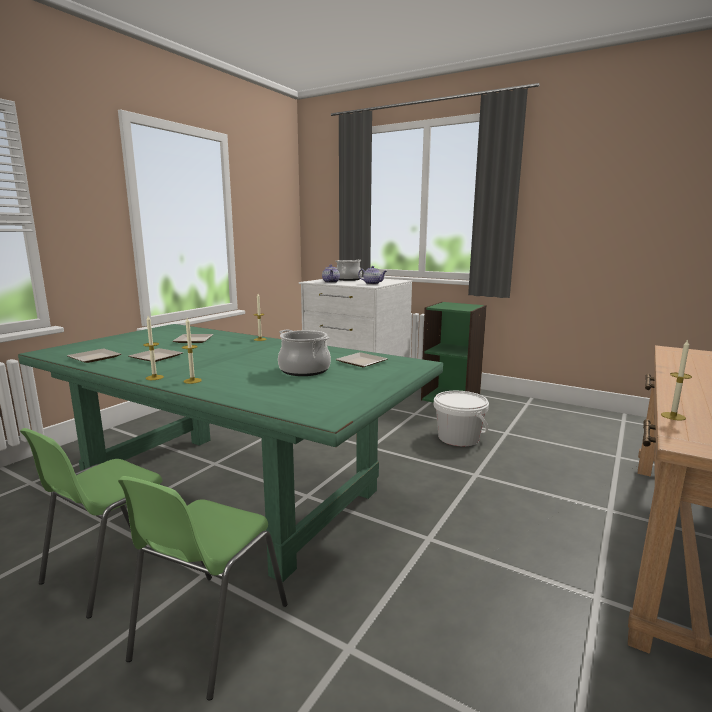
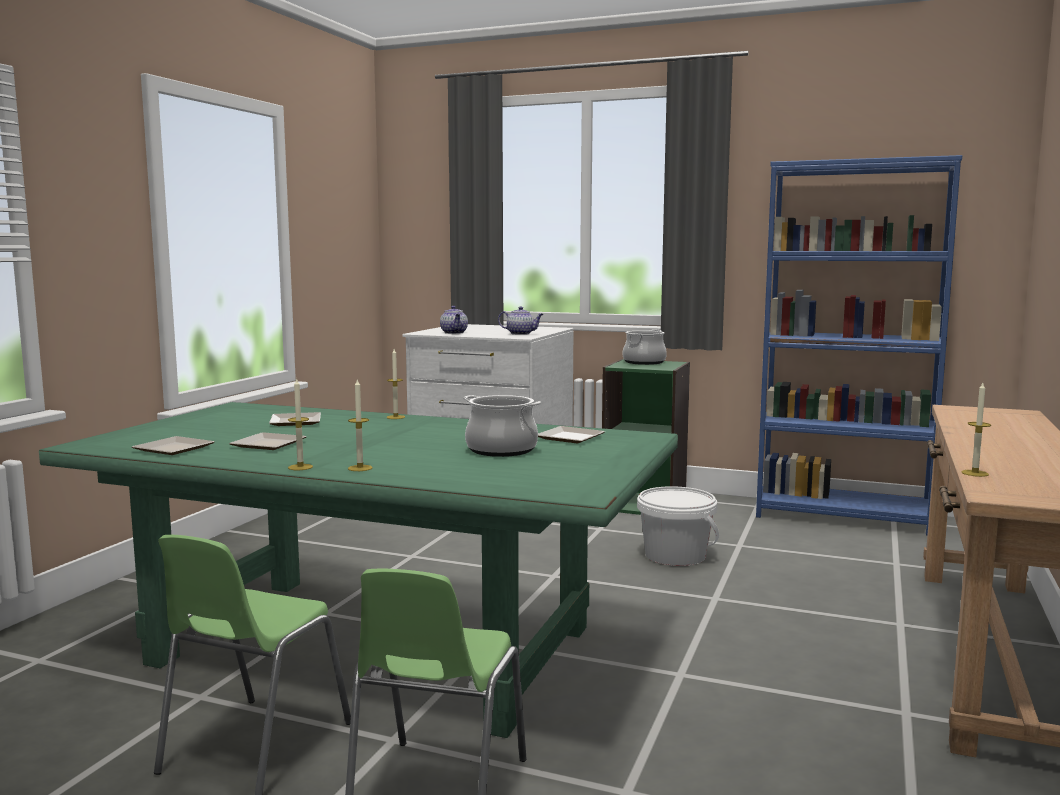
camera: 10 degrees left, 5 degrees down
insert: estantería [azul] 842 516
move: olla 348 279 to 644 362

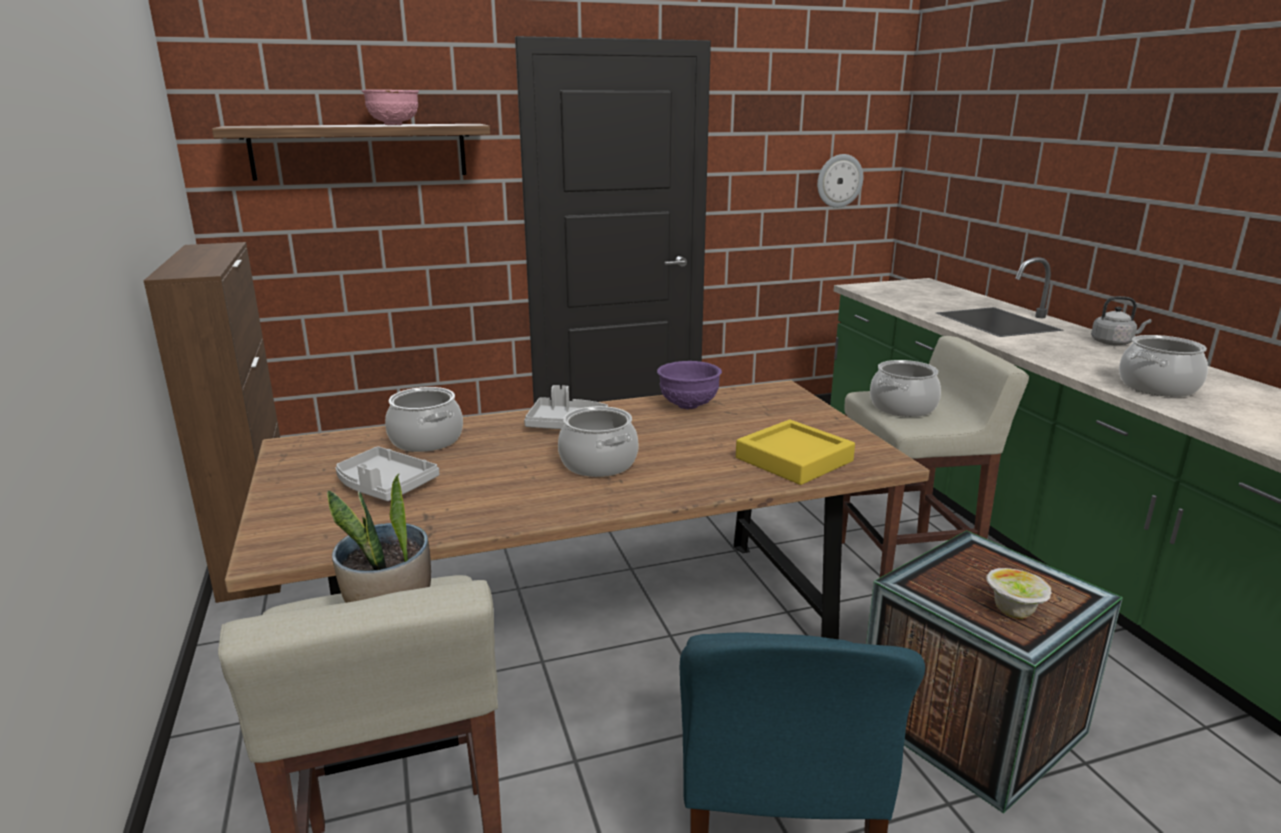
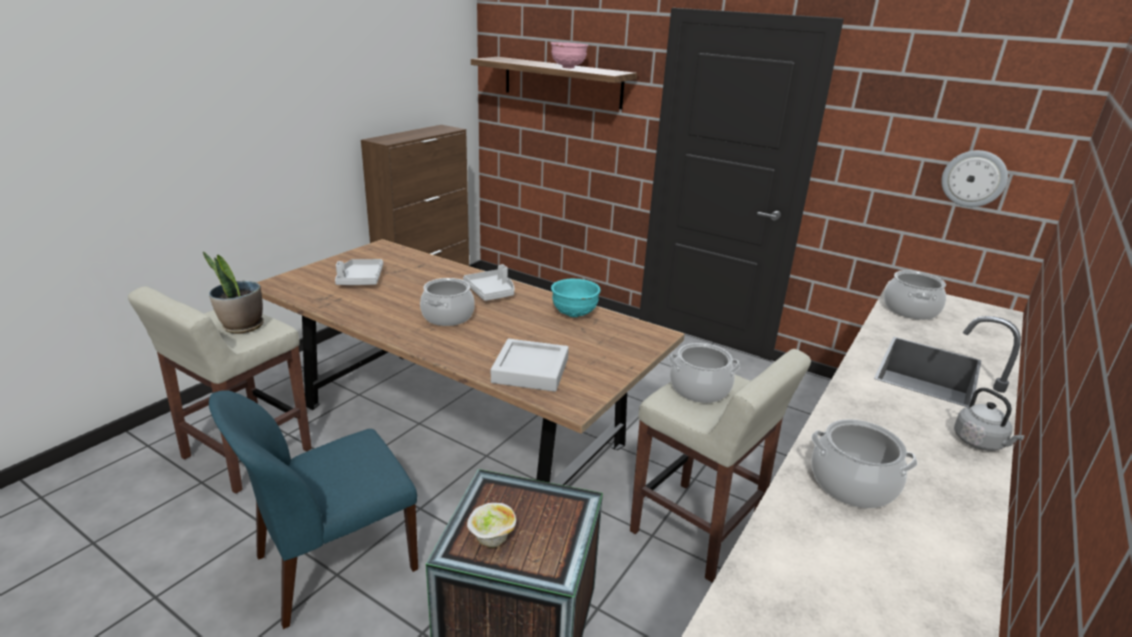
camera: 50 degrees right, 5 degrees up
move: olla 427 440 to 910 310
recolor: bandeja [amarillo] 794 459 to bandeja [gris] 530 371; cuenco [morado] 688 405 to cuenco [turquesa] 574 314

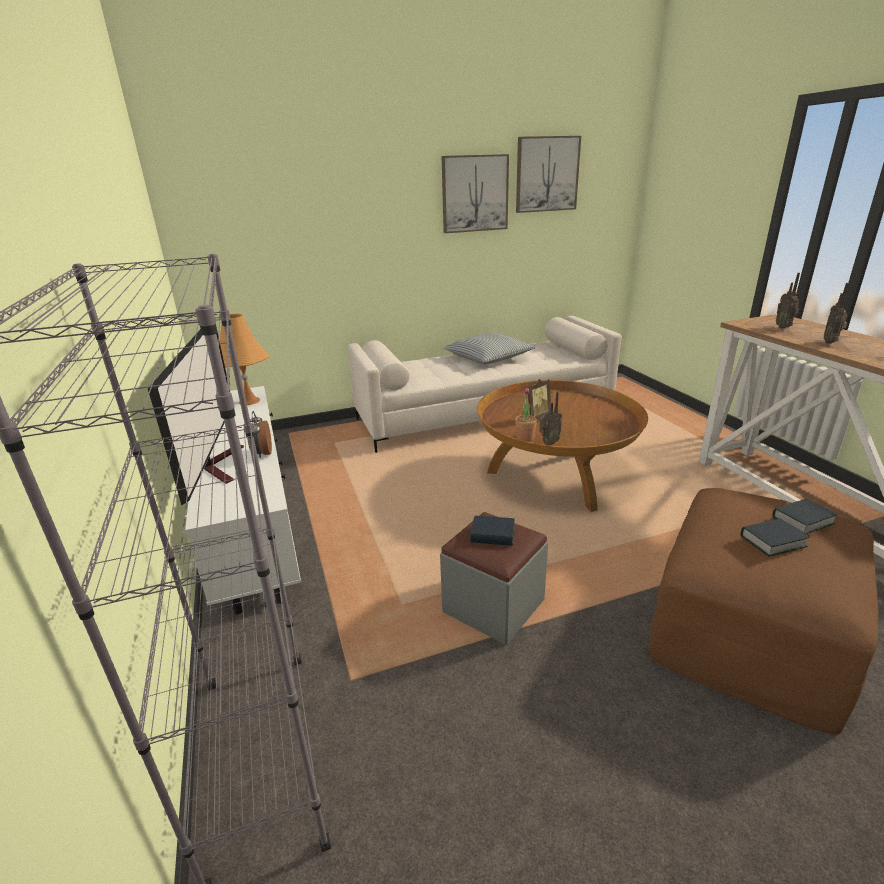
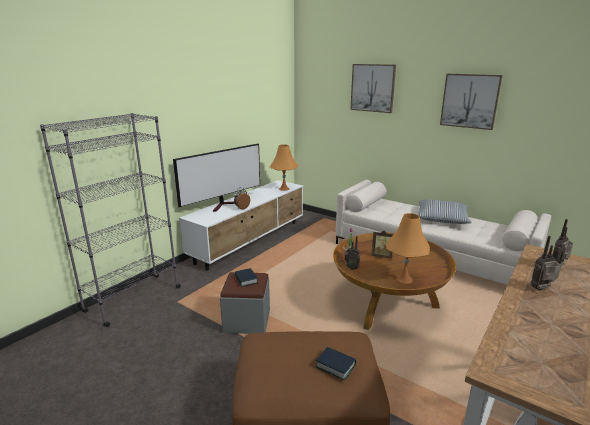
camera: 55 degrees right, 5 degrees down
delete: libro 772 541
insert: lámpara de mesa [naranja] 404 279
move: cuadro 546 174 to 373 88

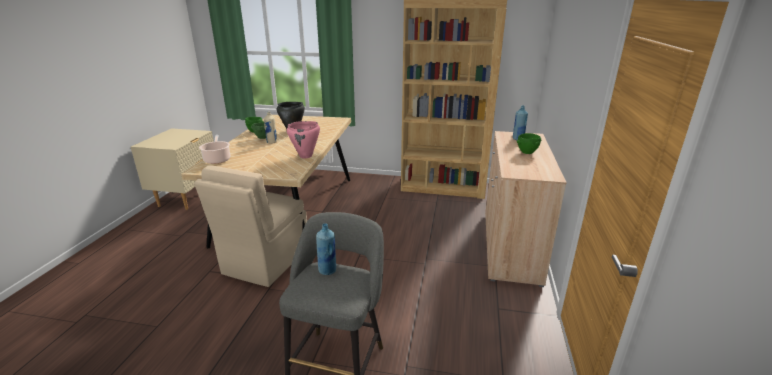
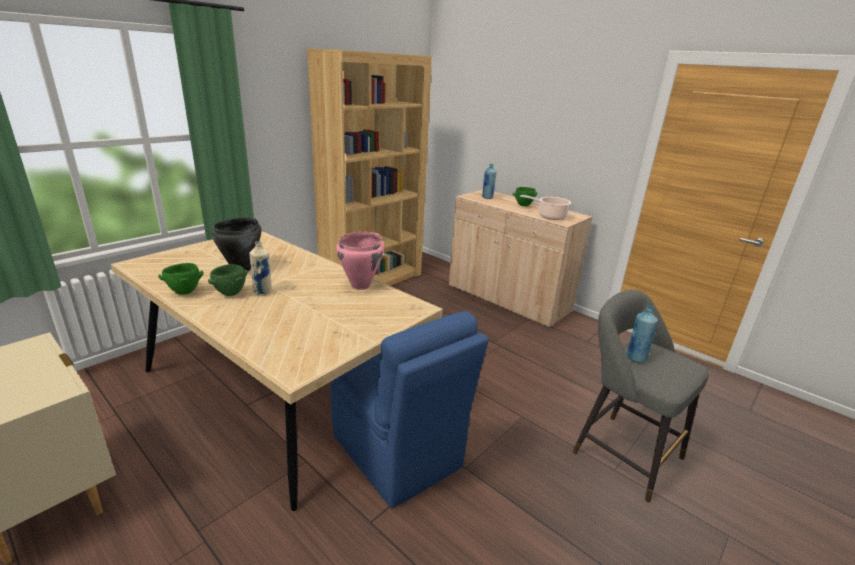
camera: 60 degrees left, 0 degrees up
move: olla 217 159 to 550 216
recolor: silla [beis] 265 261 to silla [azul] 398 454

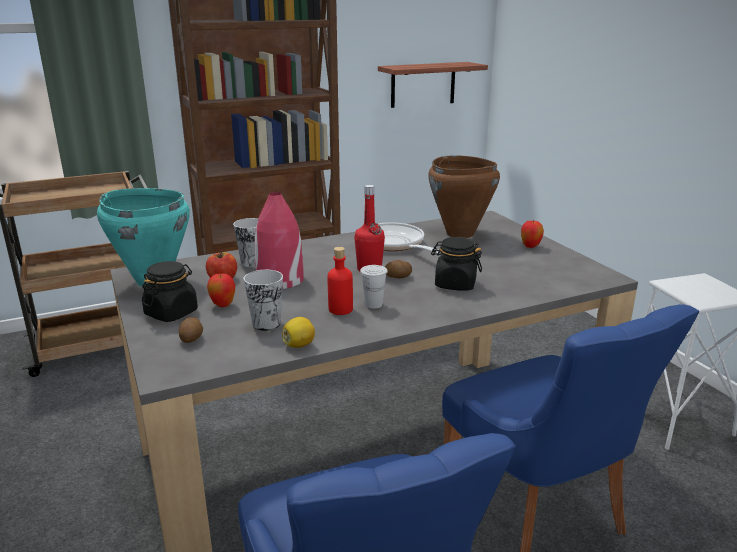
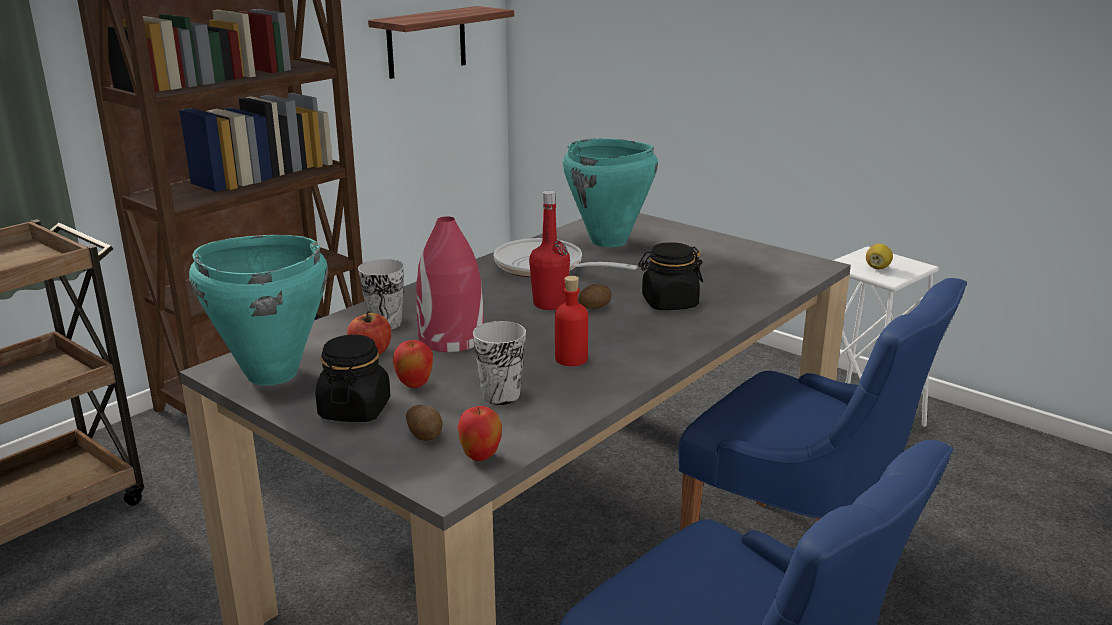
camera: 25 degrees left, 0 degrees up
delete: taza [blanco] 373 304
move: manzana 530 246 to 480 457; limón 299 345 to 877 268
recolor: olla [marrón] 460 234 to olla [turquesa] 608 241

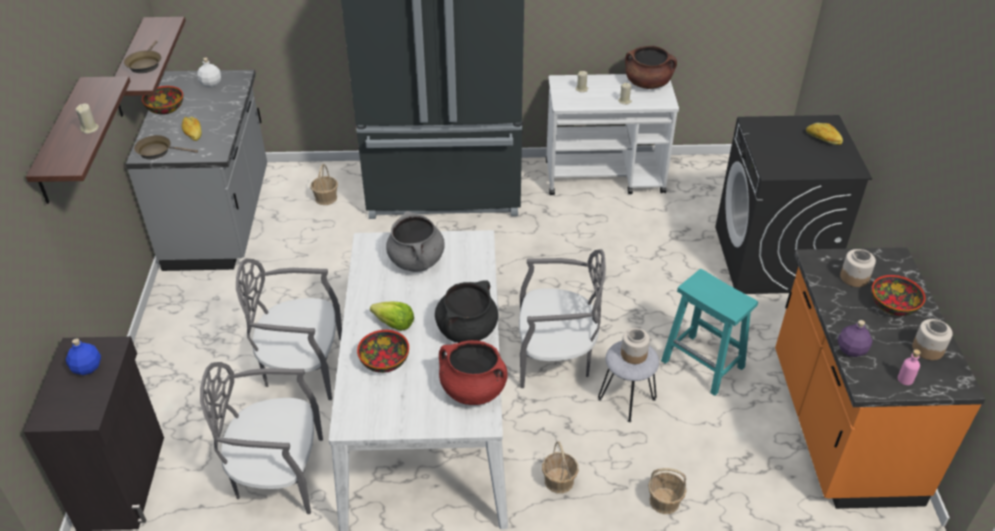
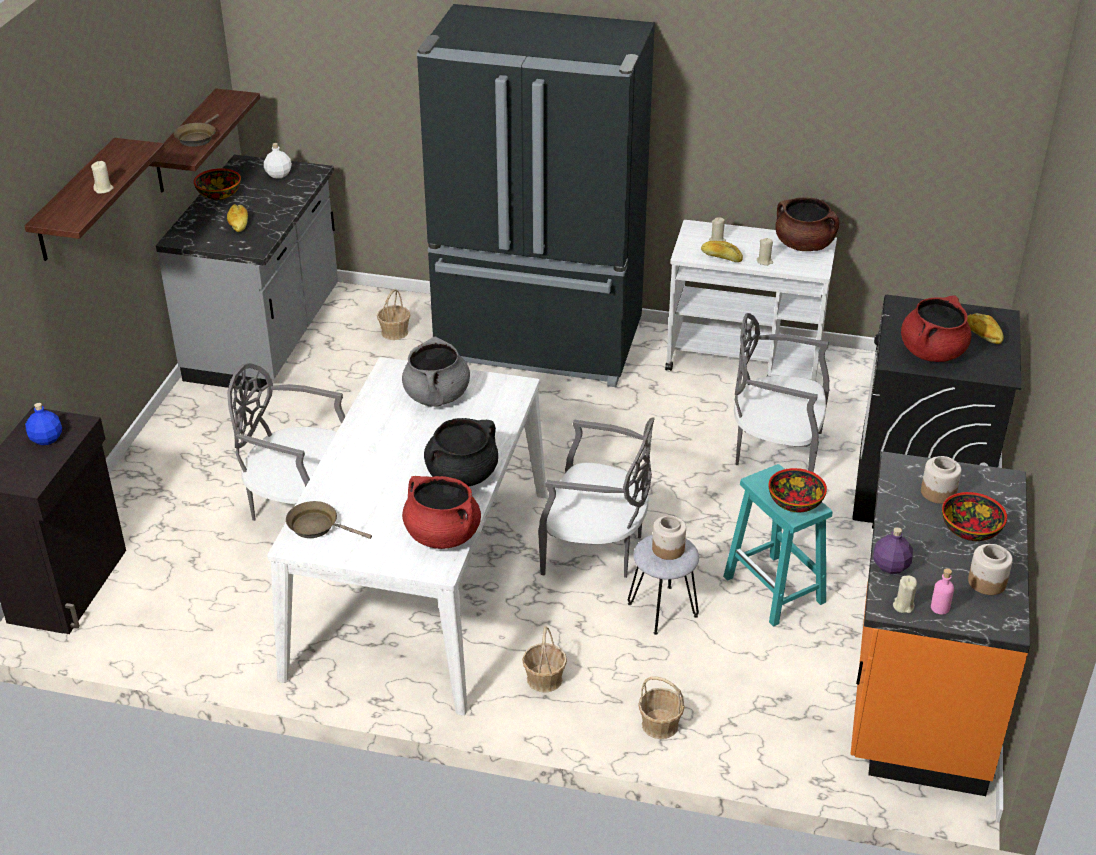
camera: 15 degrees right, 5 degrees down
delete: lechuga 394 324
insert: pan 721 257; vela [beis] 903 605; olla [rojo] 932 352
move: sartén [marrón] 158 151 to 317 526; silla [gris] 277 474 to 776 453; cuenco 385 360 to 796 502

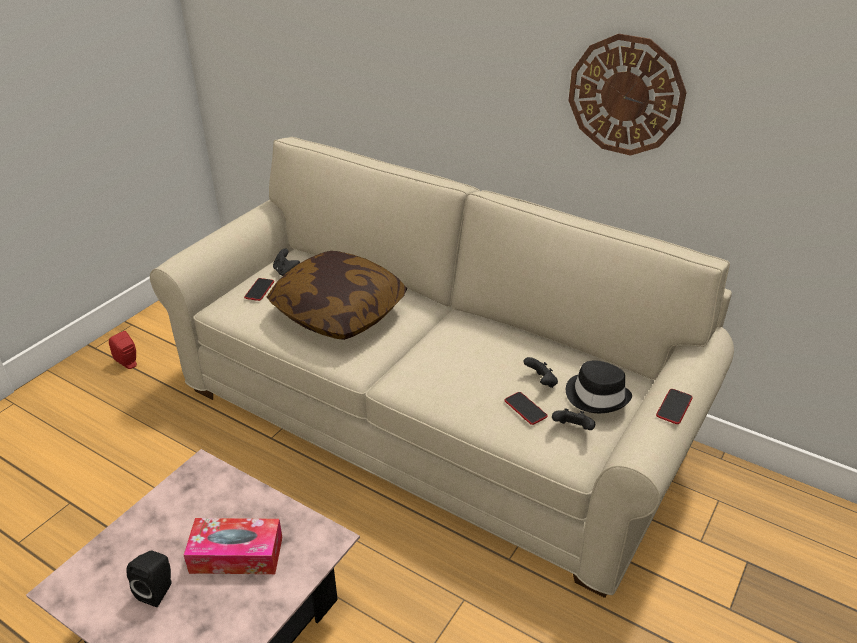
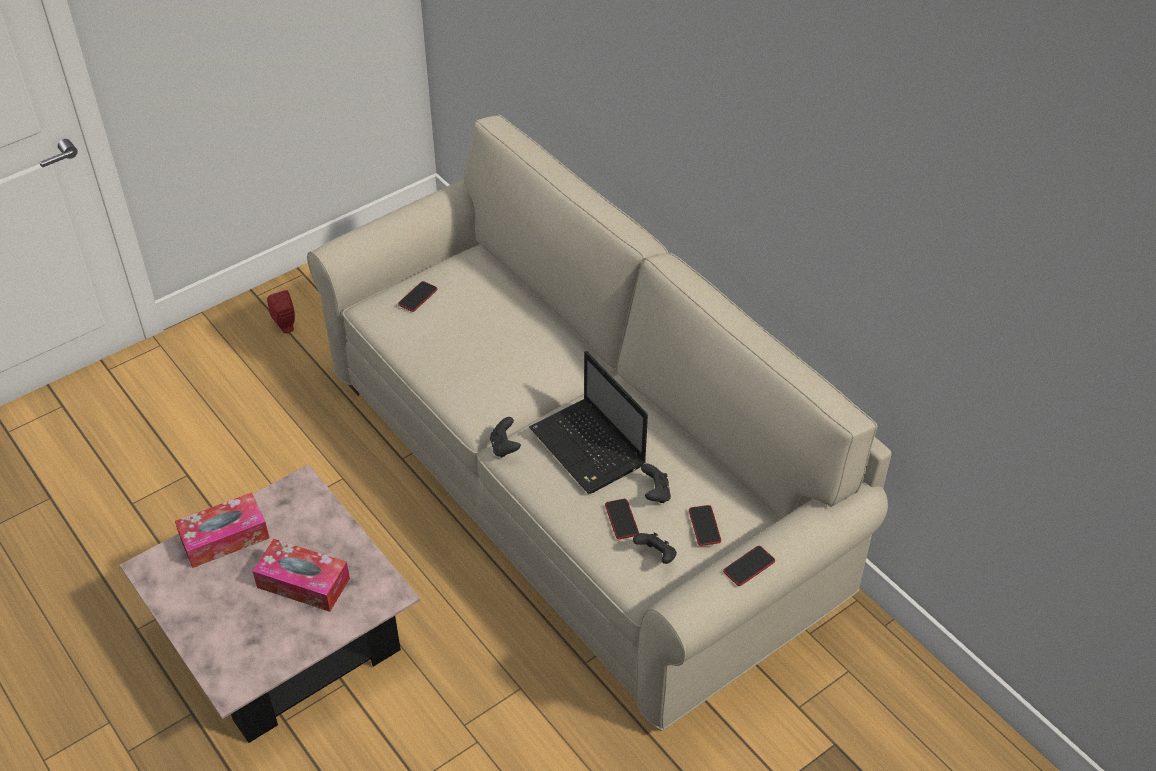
camera: 20 degrees right, 10 degrees up
delete: altavoz [negro] 158 590; cojín 339 312; reloj de pared 625 95
insert: caja de pañuelos 224 538; portátil 589 448
move: mando de consola [negro] 286 272 to 504 447
replace: sombrero [negro] 597 395 to móvil 704 526

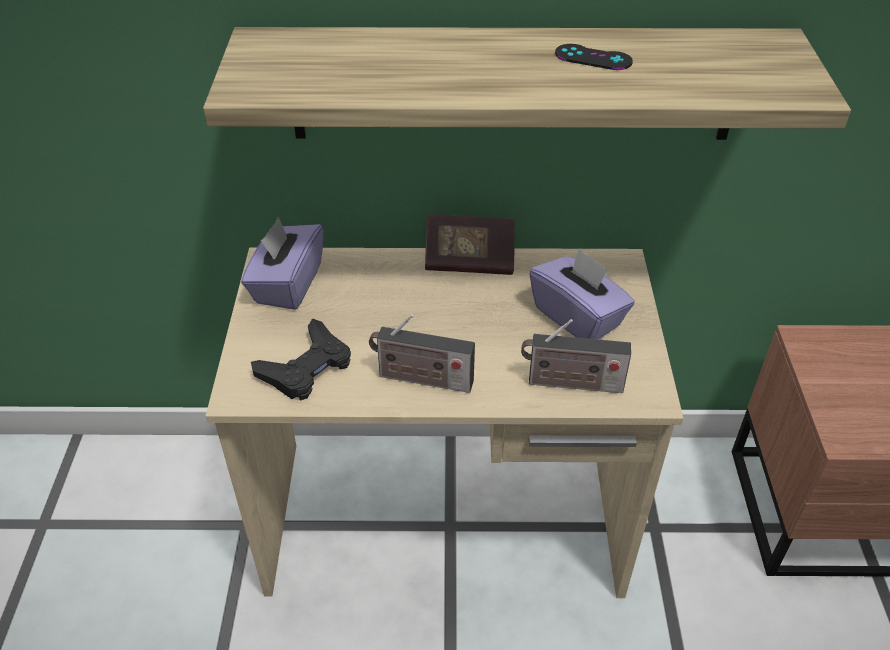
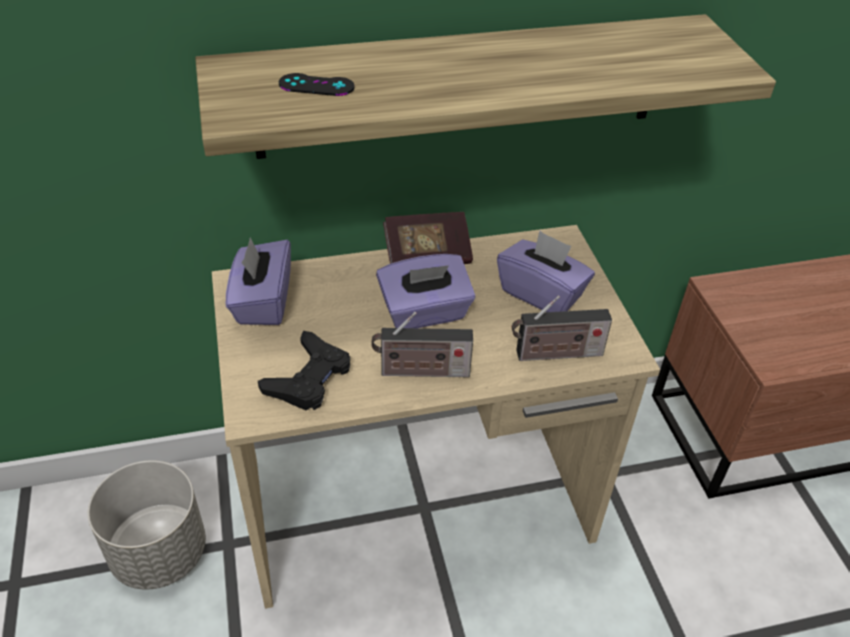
camera: 15 degrees left, 0 degrees up
insert: maceta [gris] 158 553; caja de pañuelos [morado] 425 313
move: mando de consola [negro] 593 58 to 316 85

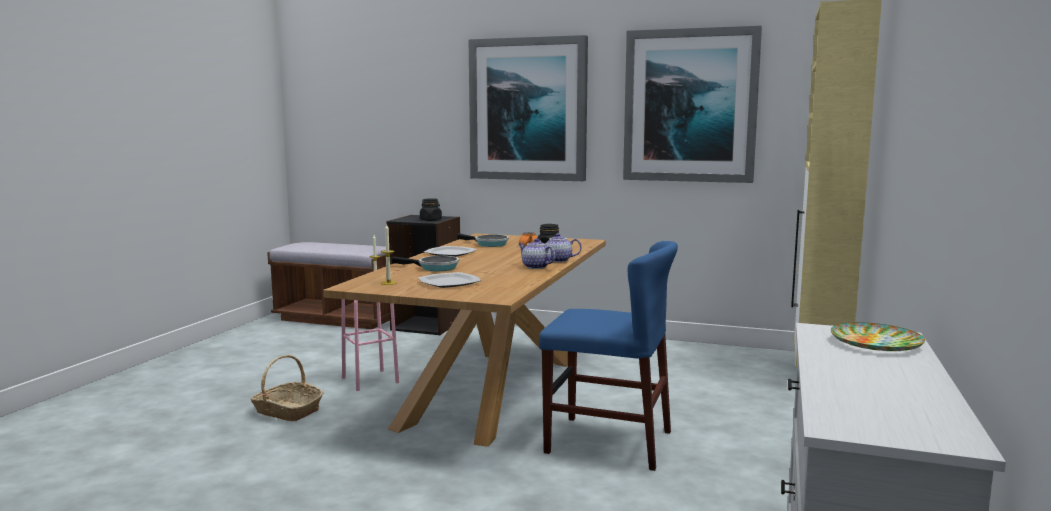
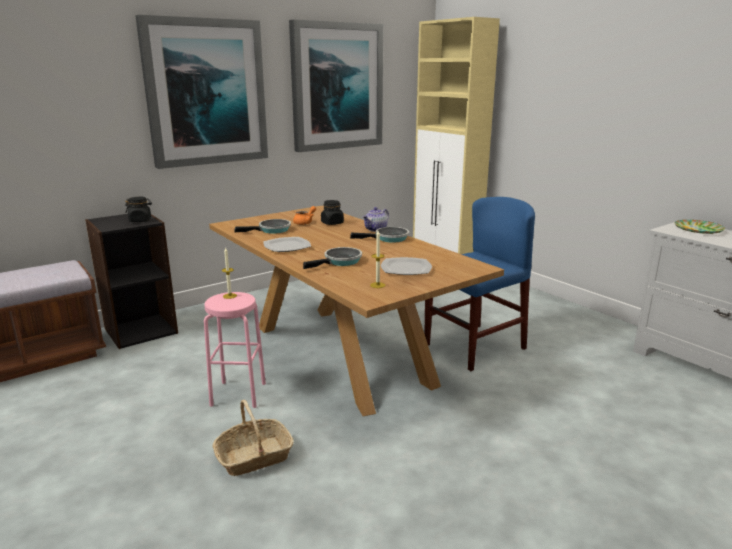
camera: 55 degrees left, 10 degrees up
replace: tetera 535 267 to sartén 388 238

